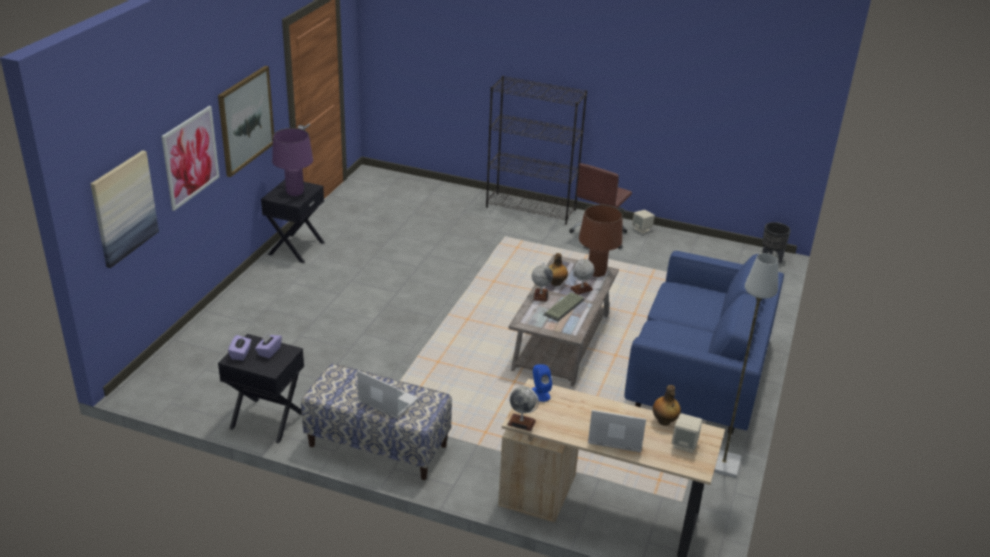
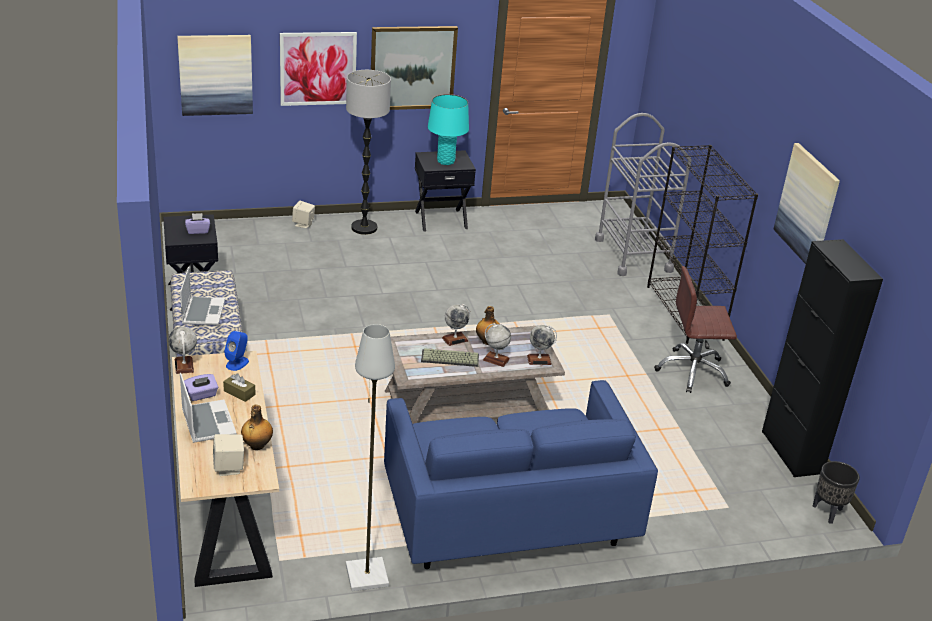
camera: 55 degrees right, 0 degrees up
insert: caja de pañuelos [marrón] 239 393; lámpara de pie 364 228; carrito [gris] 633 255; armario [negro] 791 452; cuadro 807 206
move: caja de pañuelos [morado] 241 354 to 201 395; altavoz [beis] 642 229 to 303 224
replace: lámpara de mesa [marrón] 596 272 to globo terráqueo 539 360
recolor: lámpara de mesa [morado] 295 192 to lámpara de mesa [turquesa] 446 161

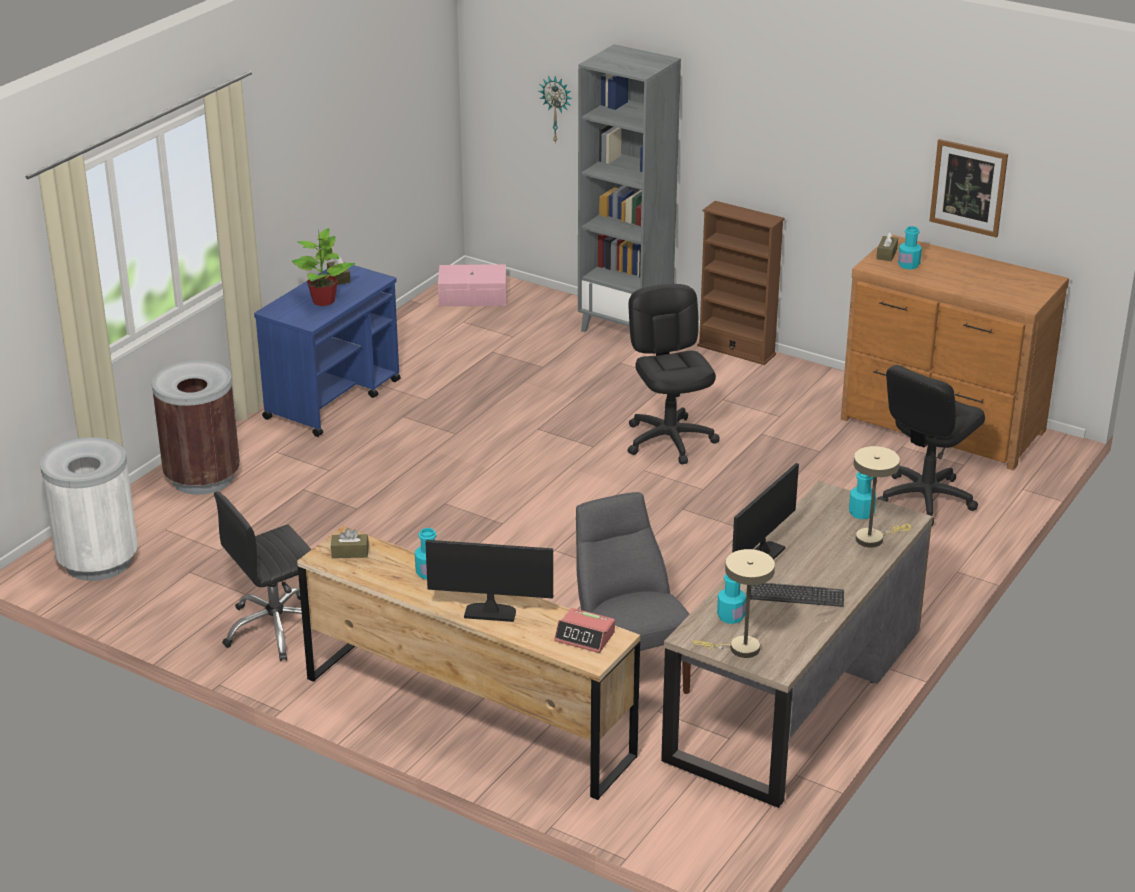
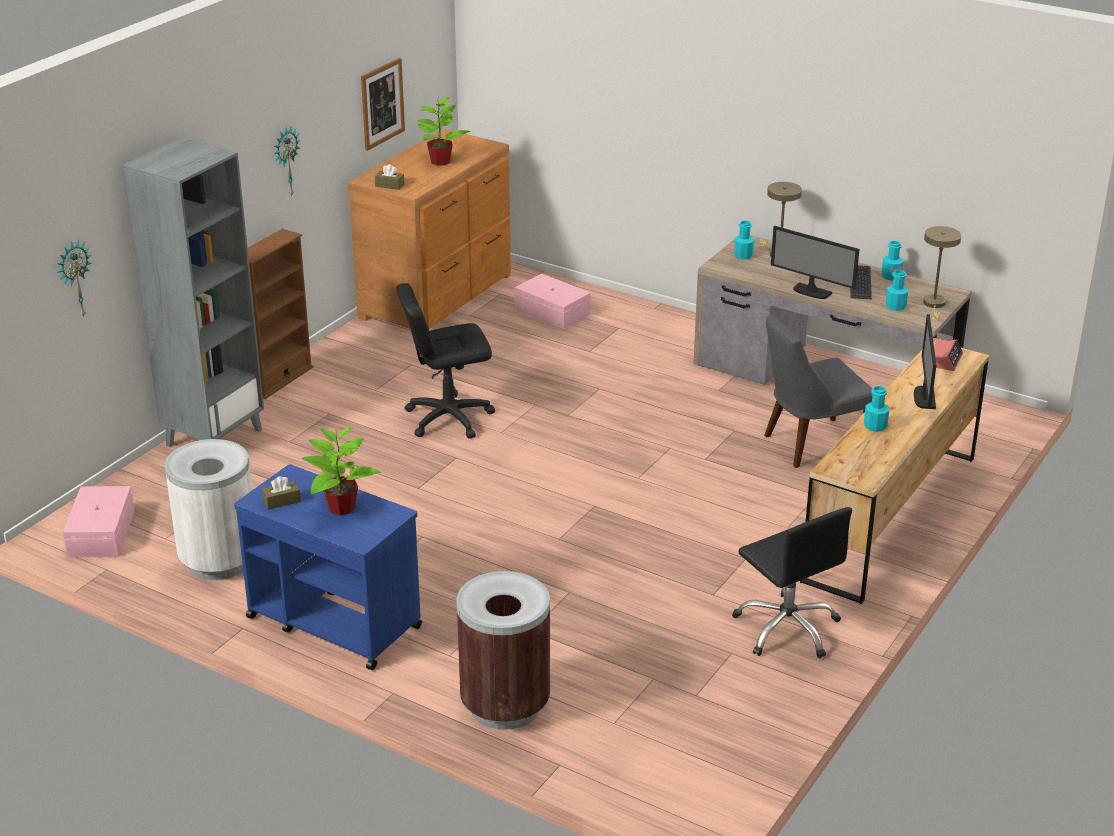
camera: 90 degrees left, 0 degrees up
delete: caja de pañuelos [marrón] 350 552
insert: reloj de pared 286 161; planta en maceta 440 161
move: papelera [blanco] 98 562 to 219 561; botella [turquesa] 908 265 to 891 276
replace: silla de oficina [negro] 925 499 to caja de almacenaje [rosa] 552 312

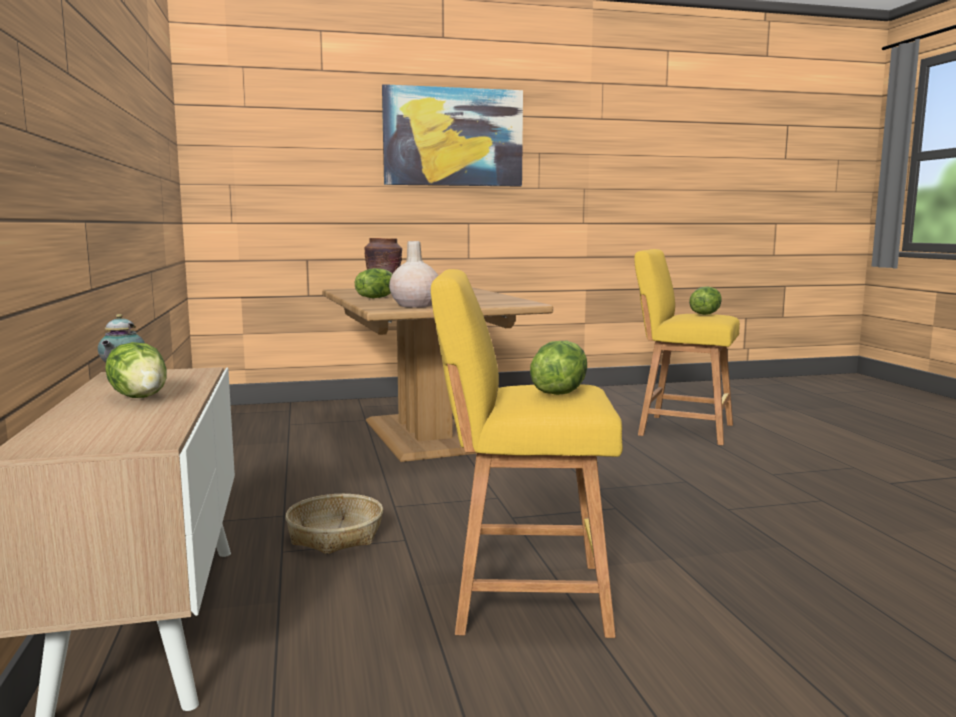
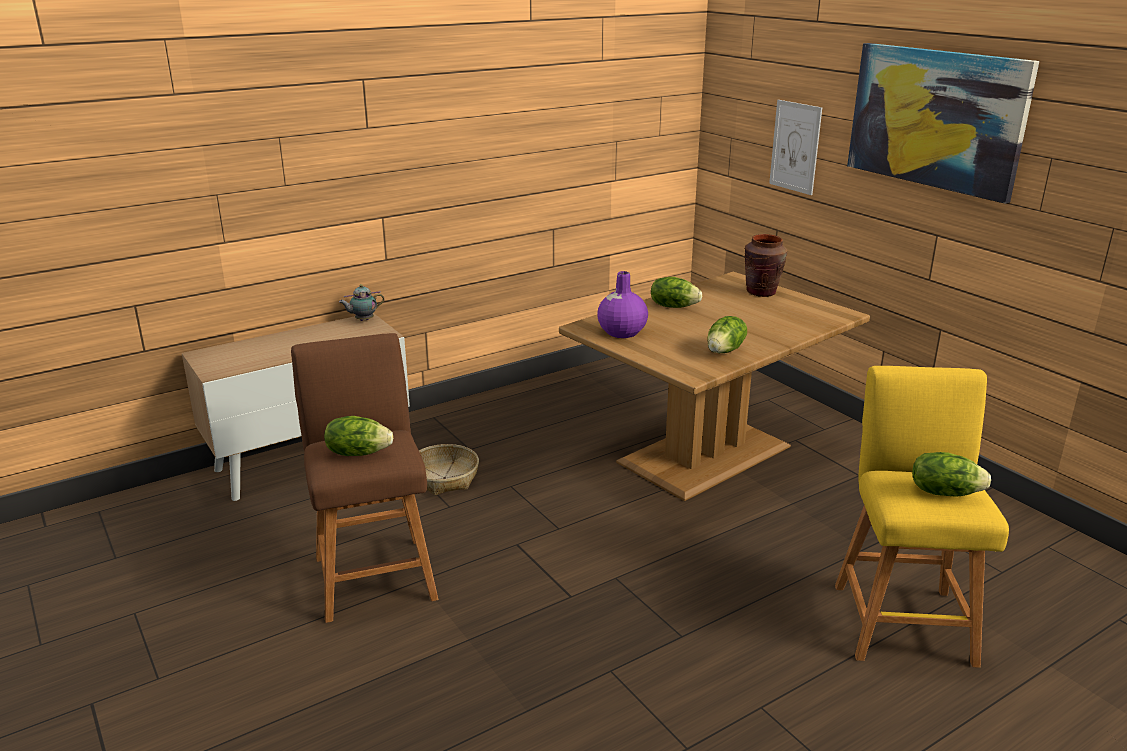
camera: 70 degrees right, 15 degrees up
insert: cuadro 795 147
move: lechuga 141 397 to 725 351
recolor: taburete [amarillo] 521 597 to taburete [marrón] 374 574; florero [beis] 415 305 to florero [morado] 621 332

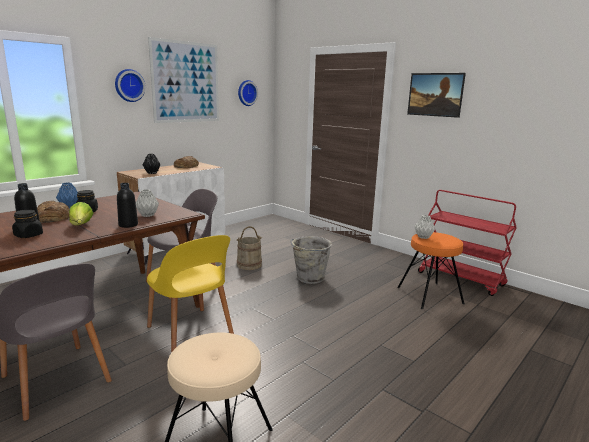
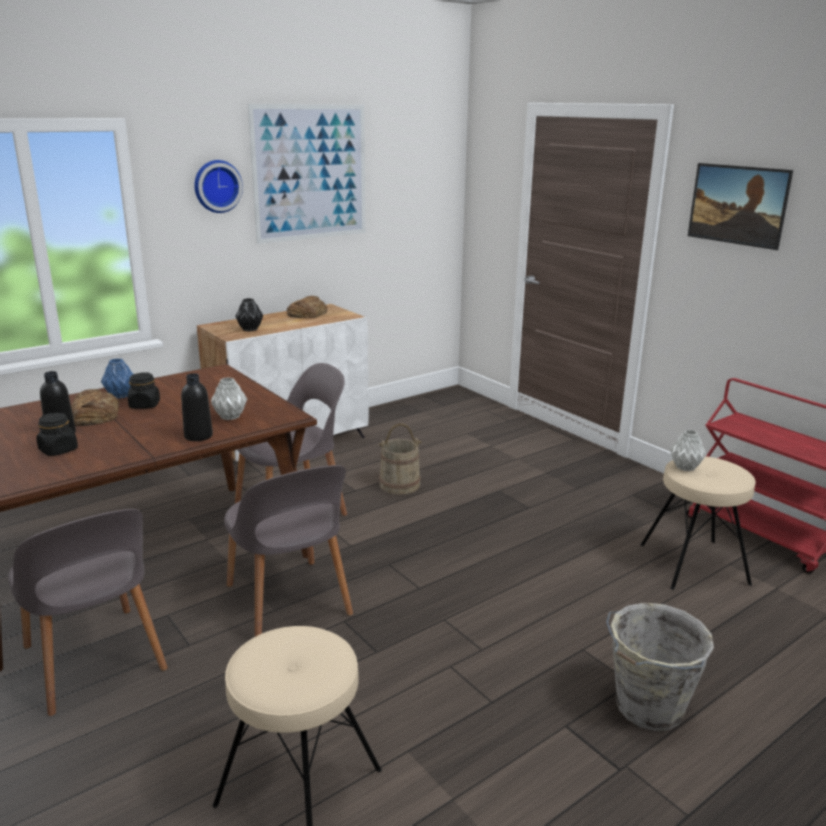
camera: 10 degrees right, 5 degrees up
delete: lechuga 81 226; reloj de pared 246 93
move: cubo [gris] 309 278 to 647 708
recolor: silla [amarillo] 190 333 to silla [gris] 288 602; taburete [naranja] 429 295 to taburete [beis] 693 564

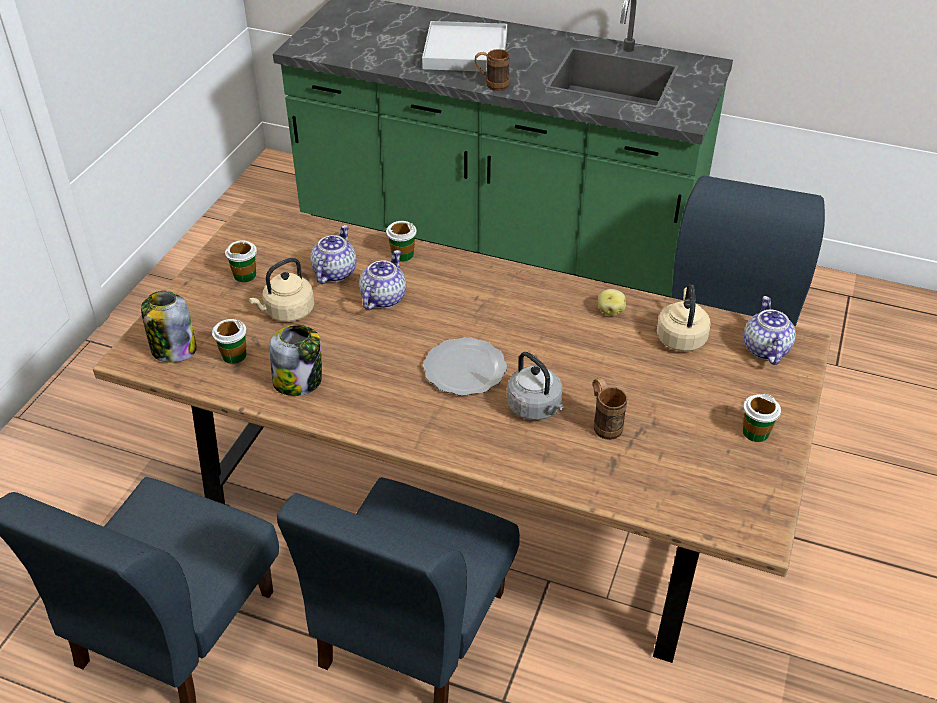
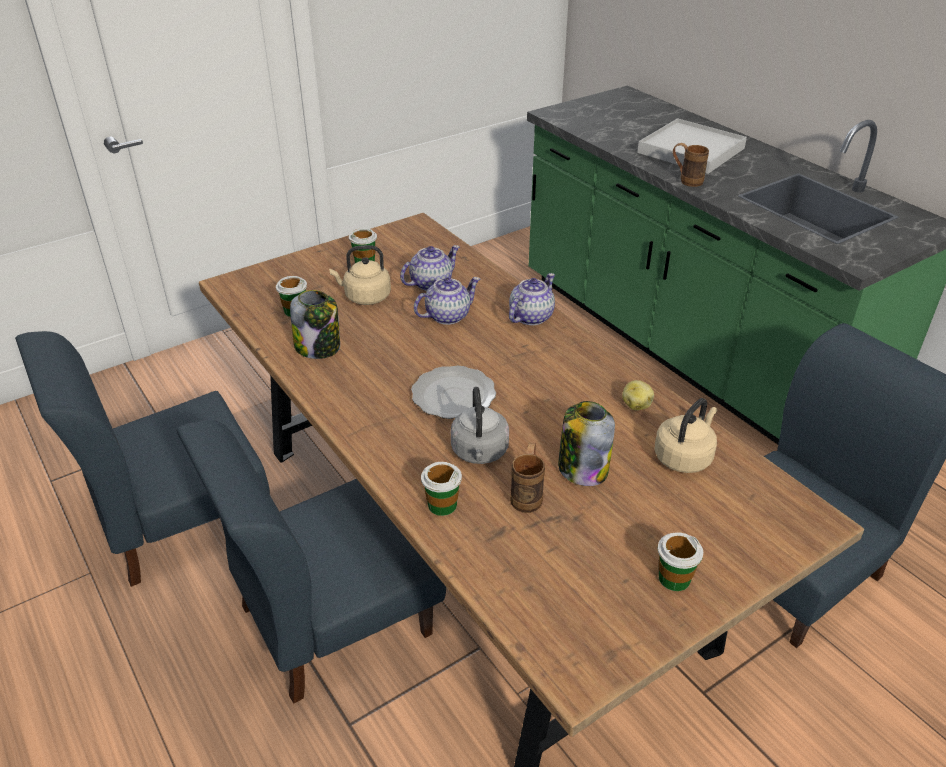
camera: 35 degrees right, 5 degrees down
move: taza 402 255 to 442 505; tetera 764 348 to 530 316; tarro 173 349 to 582 469

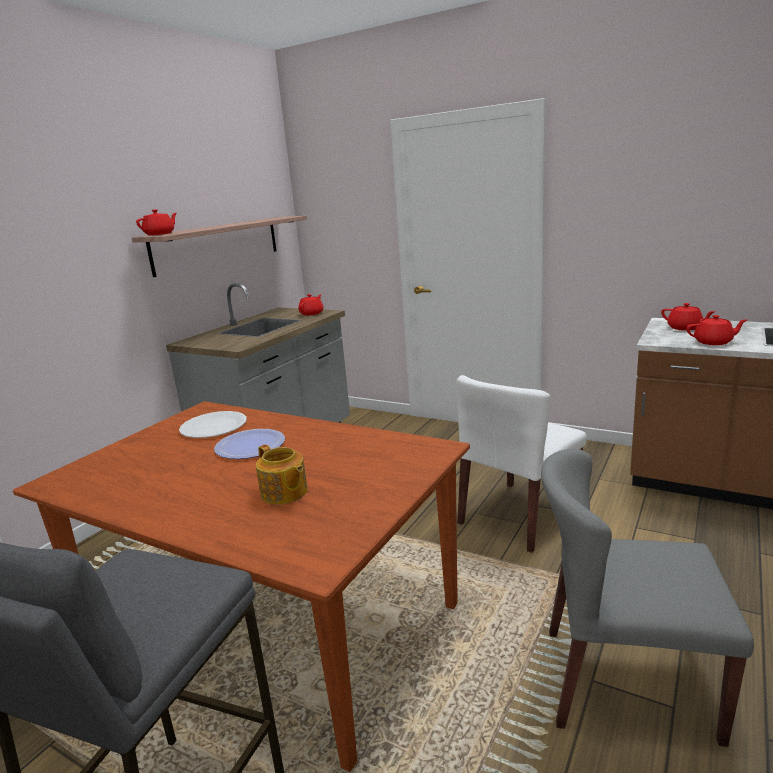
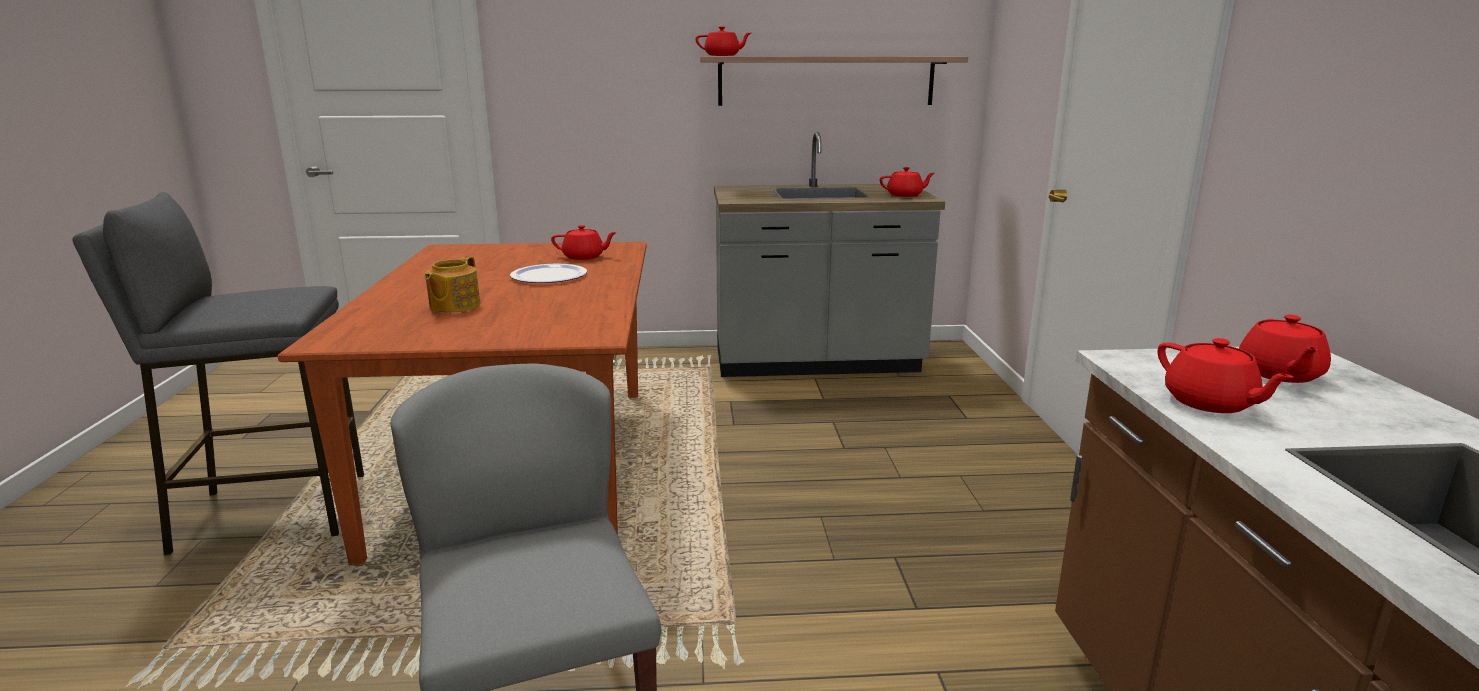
camera: 55 degrees right, 0 degrees up
delete: silla [blanco] 518 515
replace: plato [blanco] 213 426 to tetera [rojo] 584 257

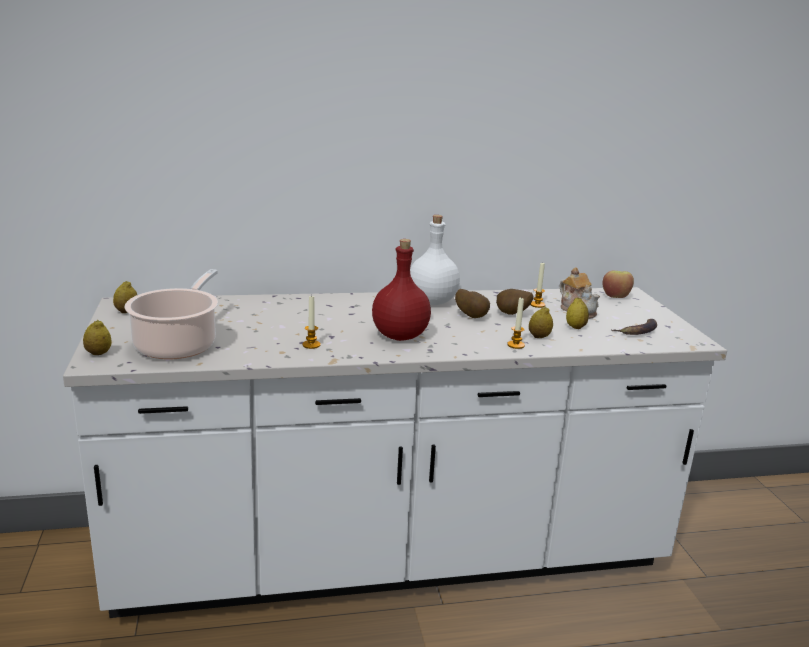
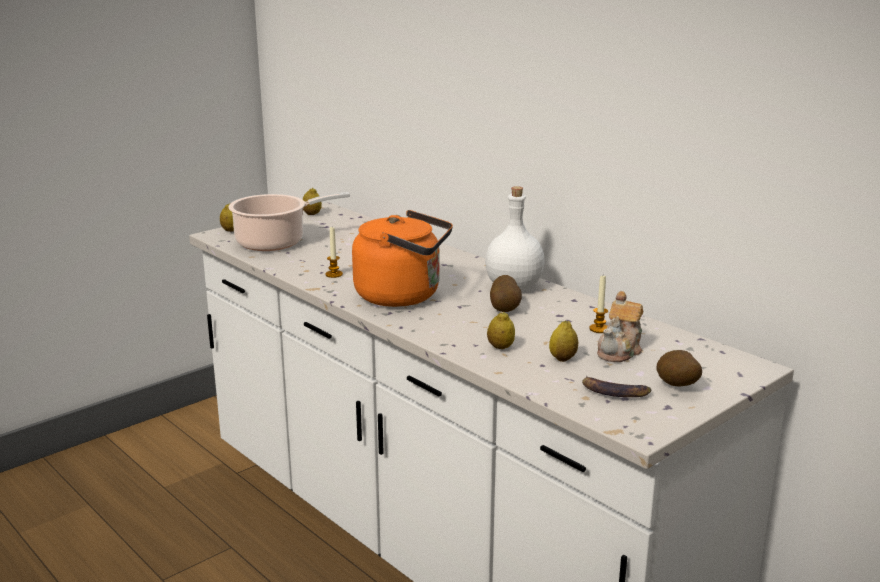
camera: 60 degrees right, 0 degrees up
delete: vela 516 345; manzana 615 296
move: patata 512 314 to 676 387
replace: botella [rojo] 401 336 to hervidor [naranja] 403 296

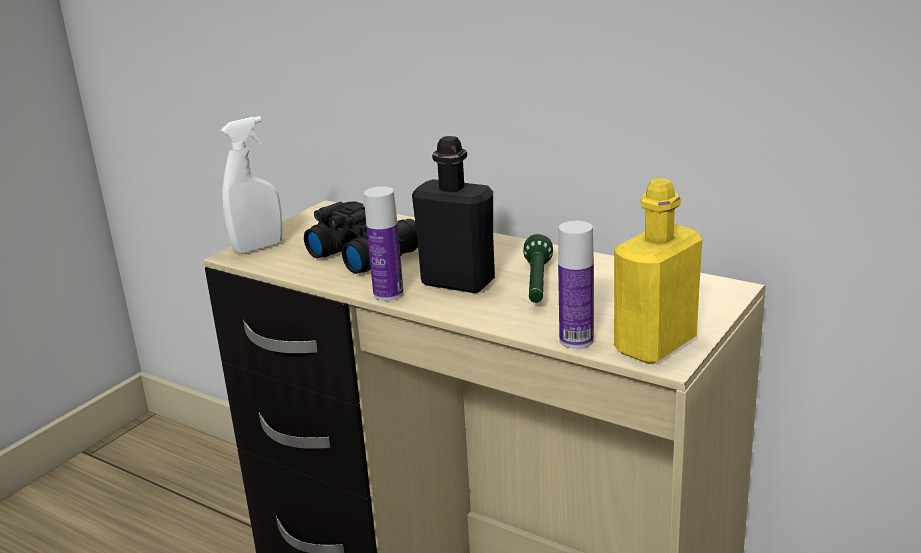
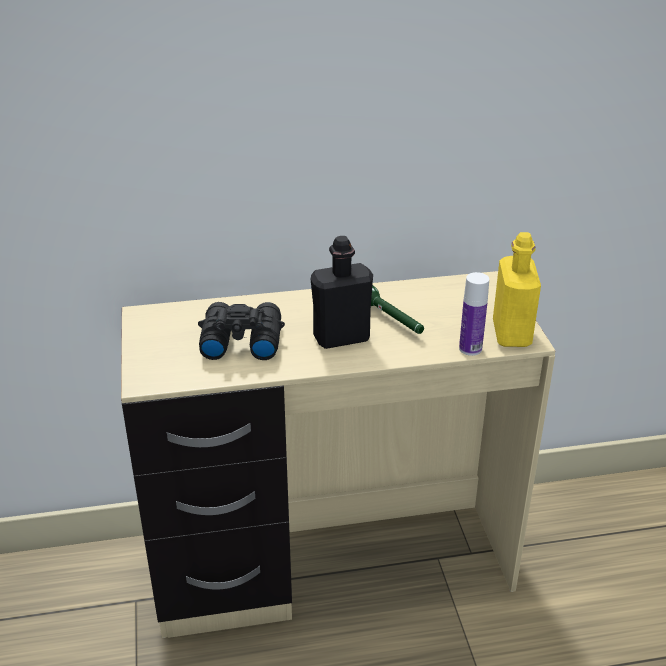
camera: 45 degrees left, 10 degrees up
delete: pulverizador [blanco] 258 247; botella 388 294

